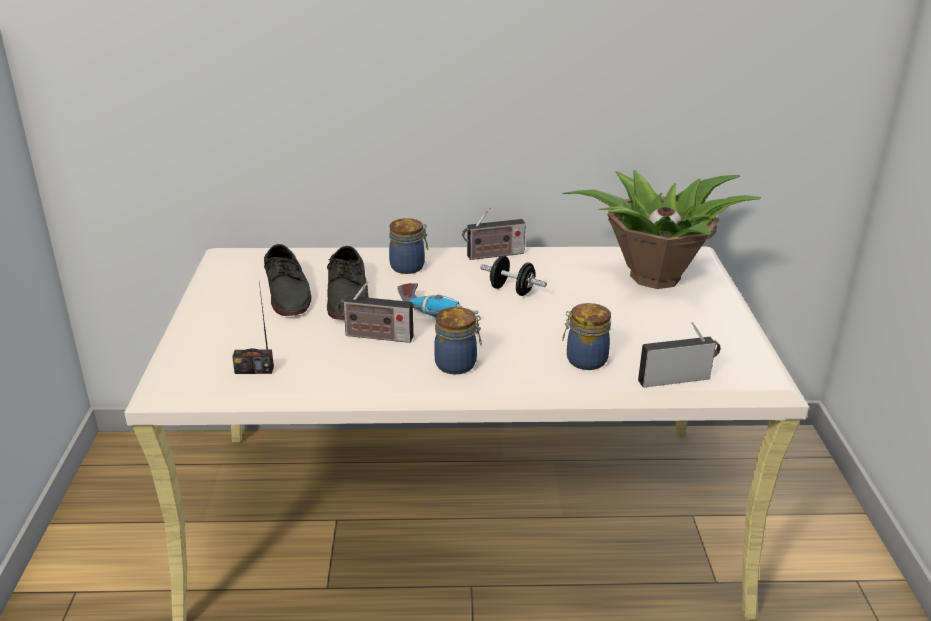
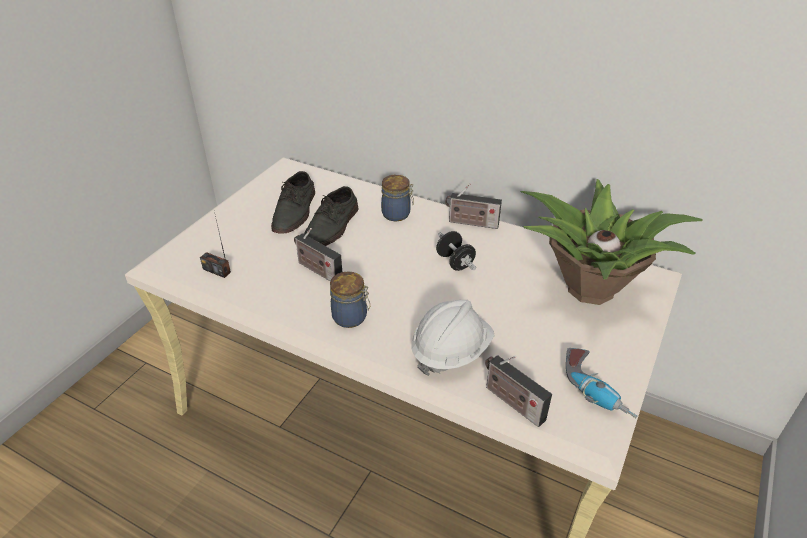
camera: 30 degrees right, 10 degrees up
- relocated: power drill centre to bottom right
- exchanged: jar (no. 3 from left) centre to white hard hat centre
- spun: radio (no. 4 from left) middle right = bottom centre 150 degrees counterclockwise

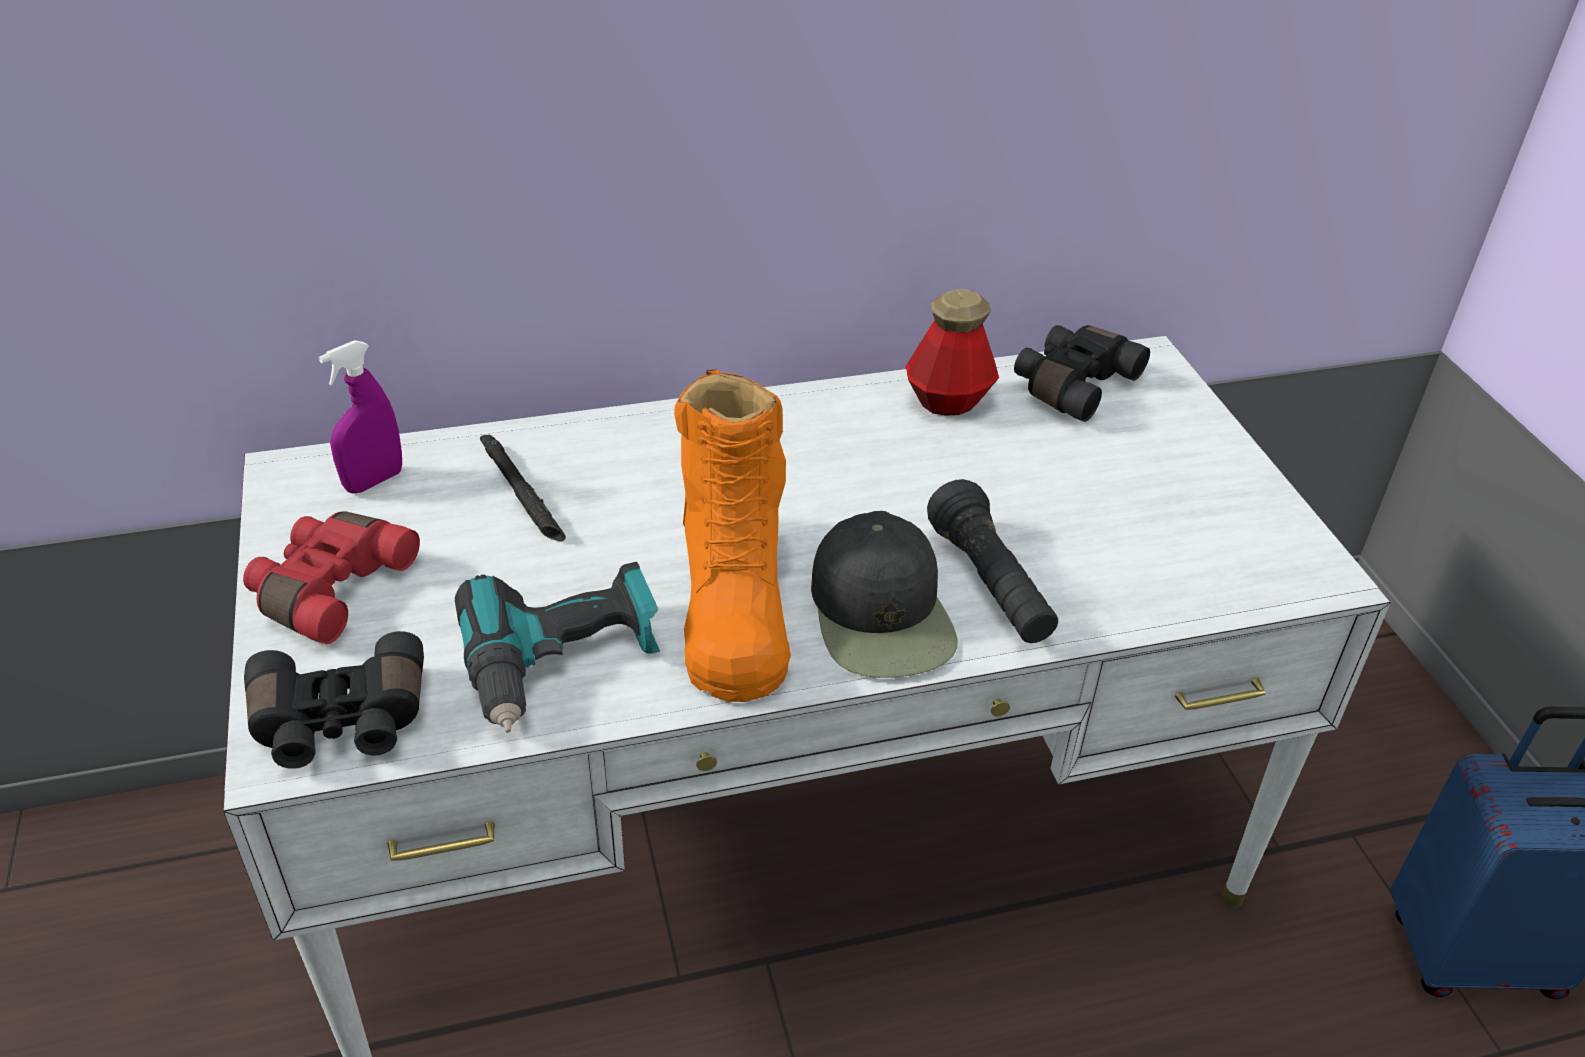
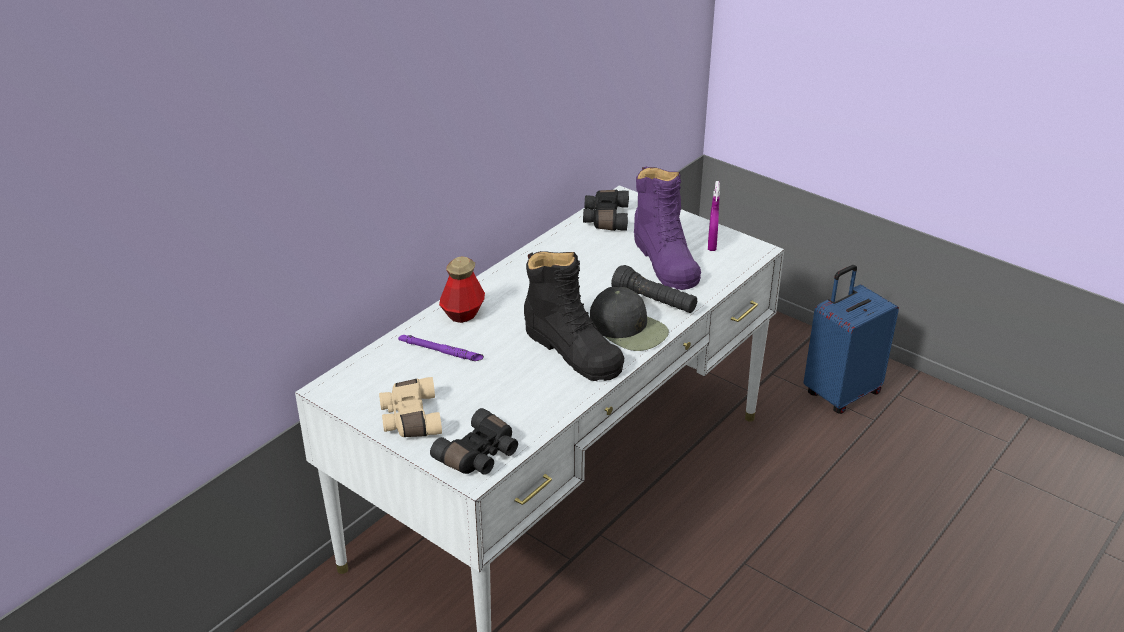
camera: 35 degrees left, 5 degrees down
- relocated: bottle top centre to centre
- relocated: purple spray bottle middle left to centre
- colour: orange boot centre to black boot centre
- colour: black flashlight (no. 1 from left) middle left to purple flashlight centre
- colour: red binoculars middle left to beige binoculars centre
- missing: power drill centre
- appeared: purple boot centre

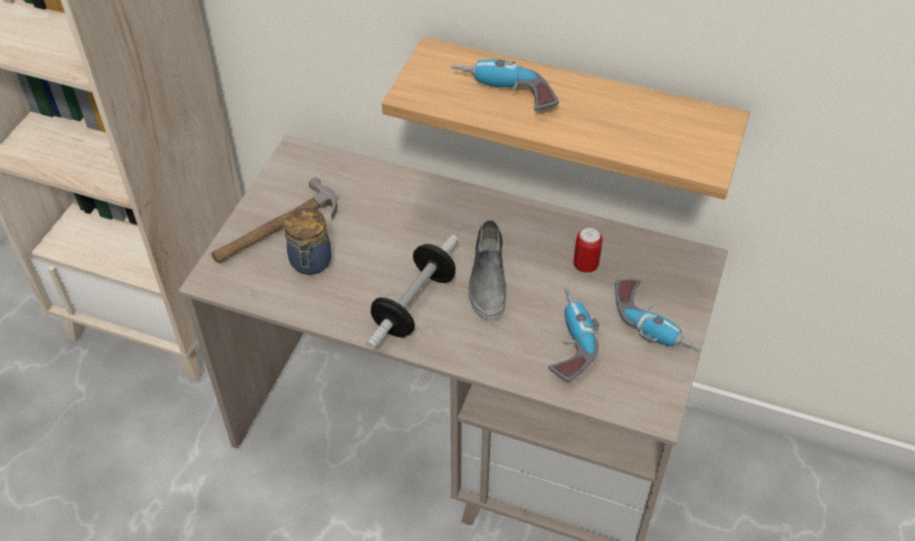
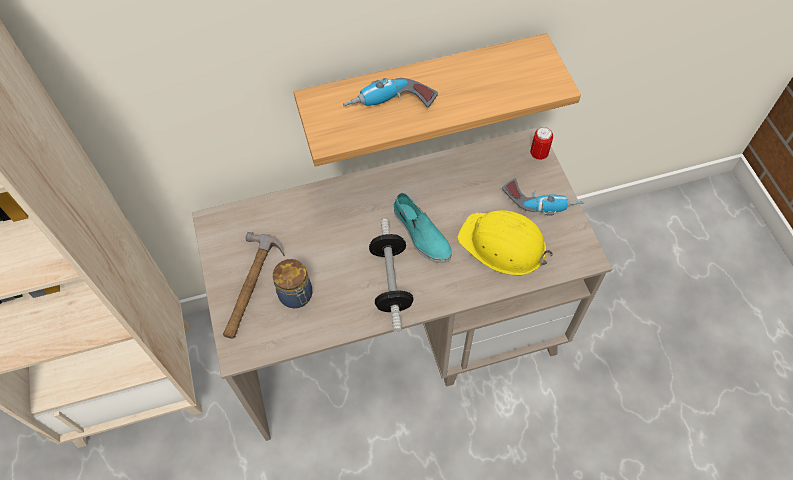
camera: 35 degrees left, 10 degrees up
- colour: grey shoe centre to turquoise shoe centre
- relocated: can centre to top right
- exchanged: power drill (no. 2 from left) centre to yellow hard hat centre

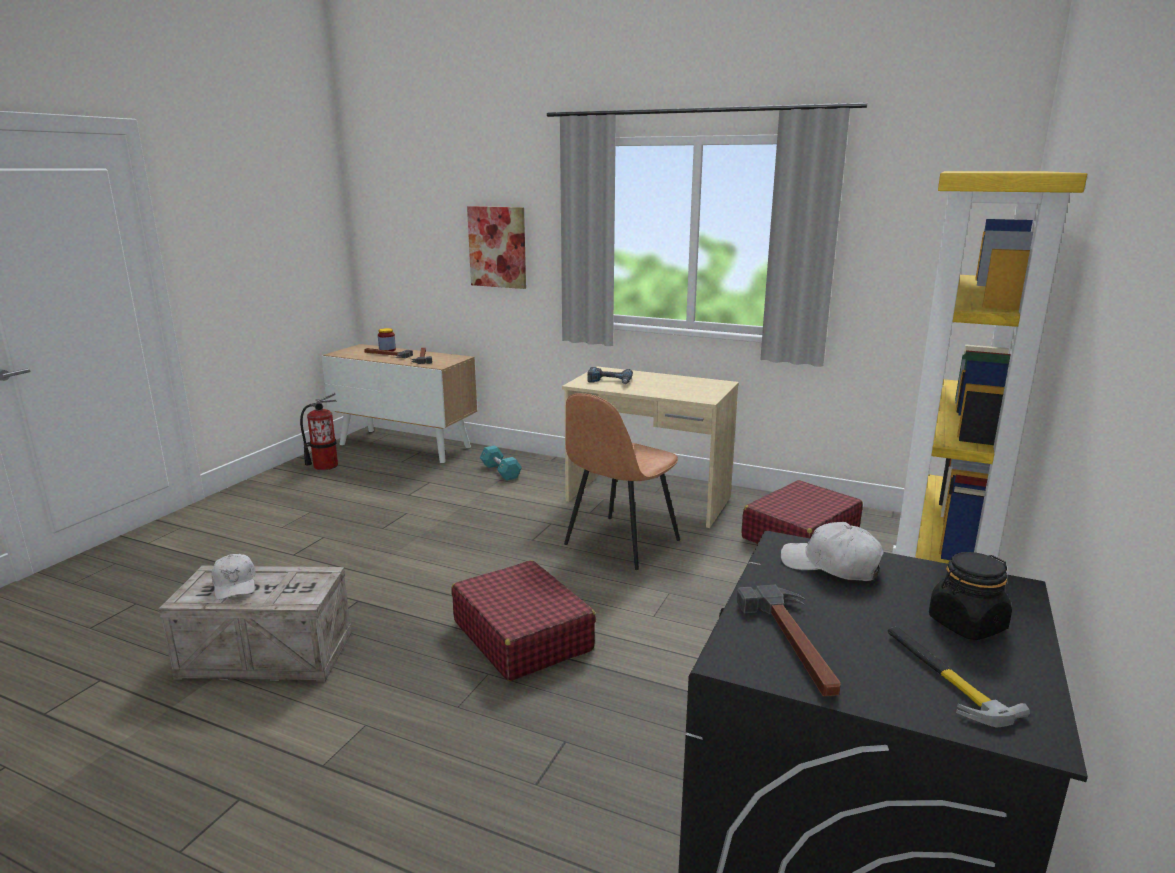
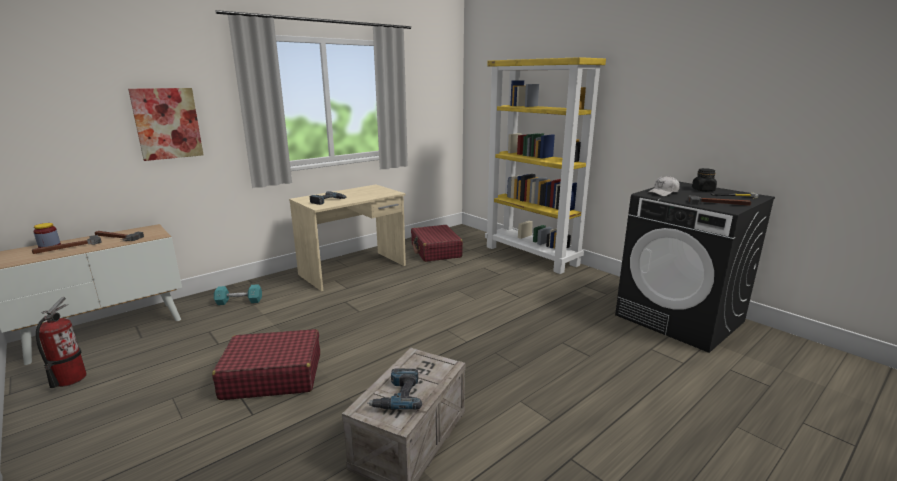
camera: 65 degrees left, 0 degrees up
- missing: brown chair centre
- exchanged: white cap (no. 1 from left) middle left to power drill (no. 2 from left) bottom centre
- relocated: red suitcase (no. 1 from left) bottom centre to bottom left

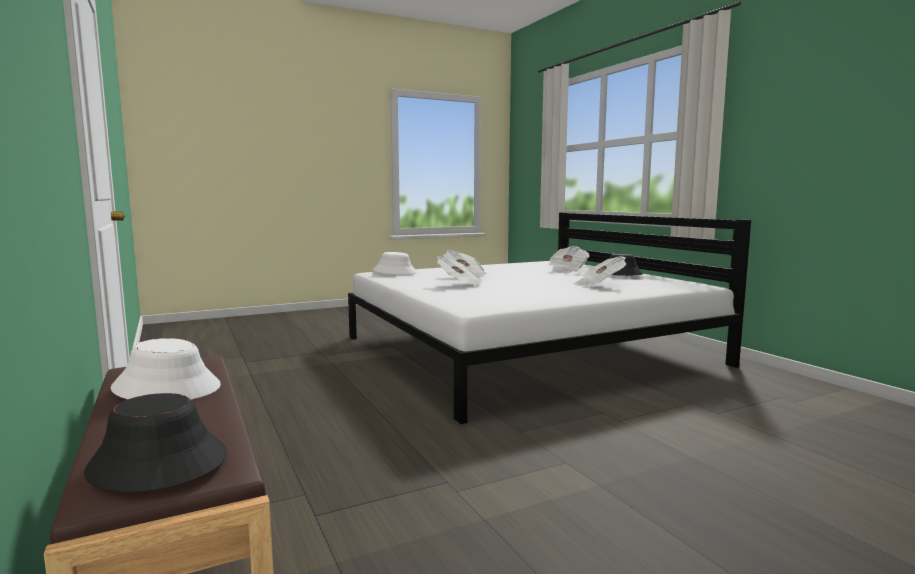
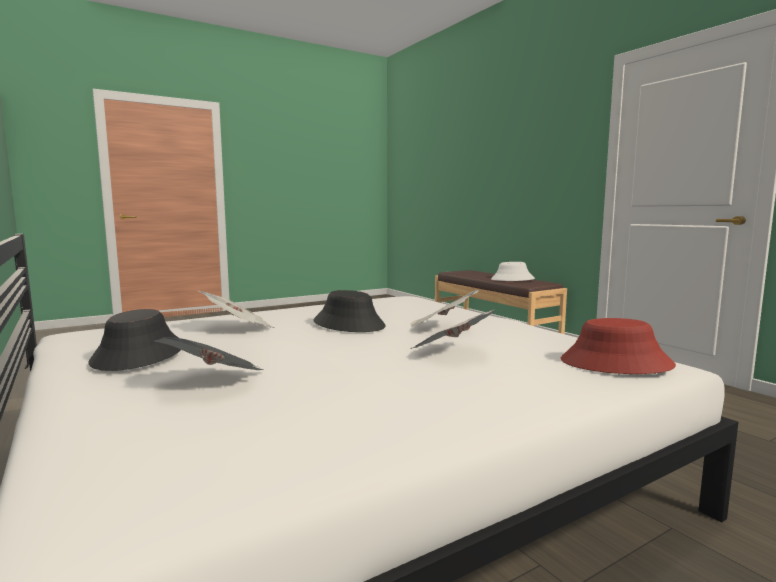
camera: 175 degrees right, 0 degrees up
- colour: white hat (no. 2 from left) centre to red hat middle right
- relocated: black hat (no. 1 from left in the first image) bottom left to black hat (no. 2 from left) centre

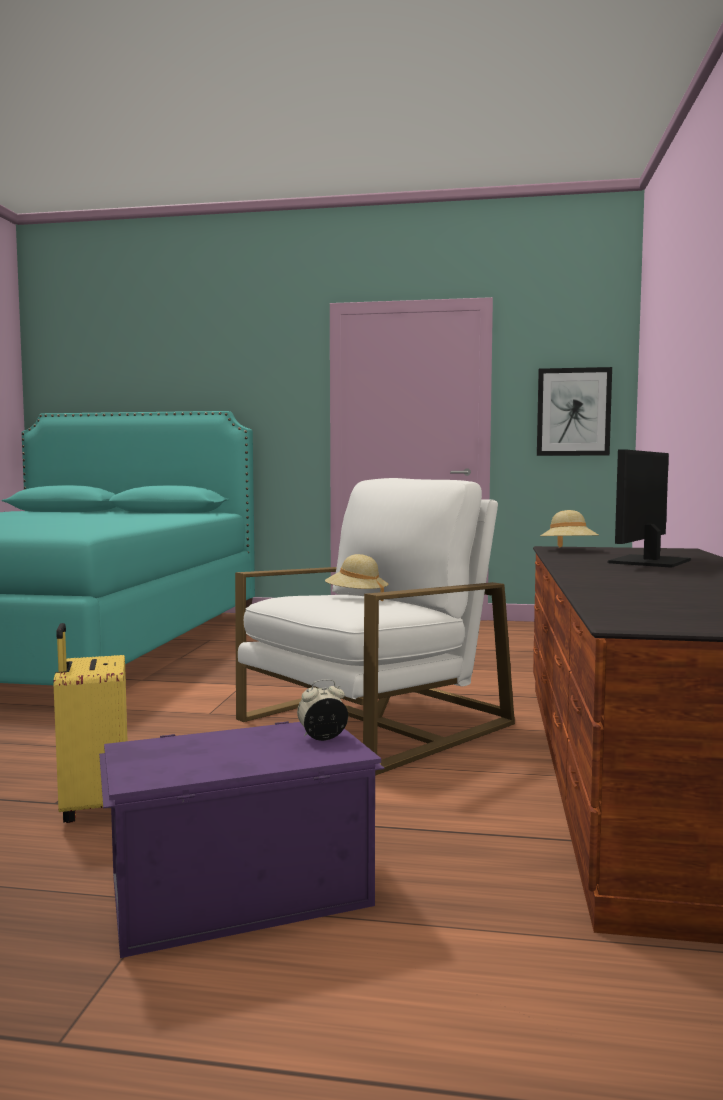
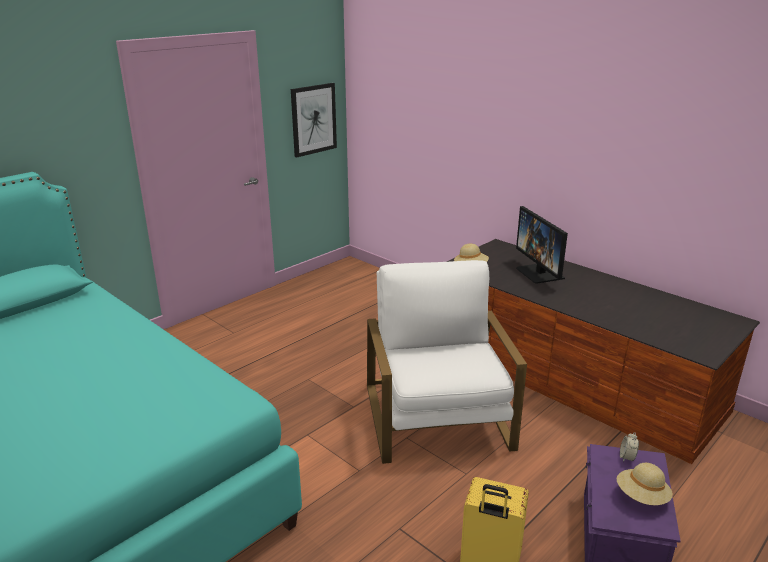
camera: 55 degrees left, 20 degrees up
- relocated: beige hat (no. 1 from left in the first image) centre to beige hat (no. 2 from left) bottom right

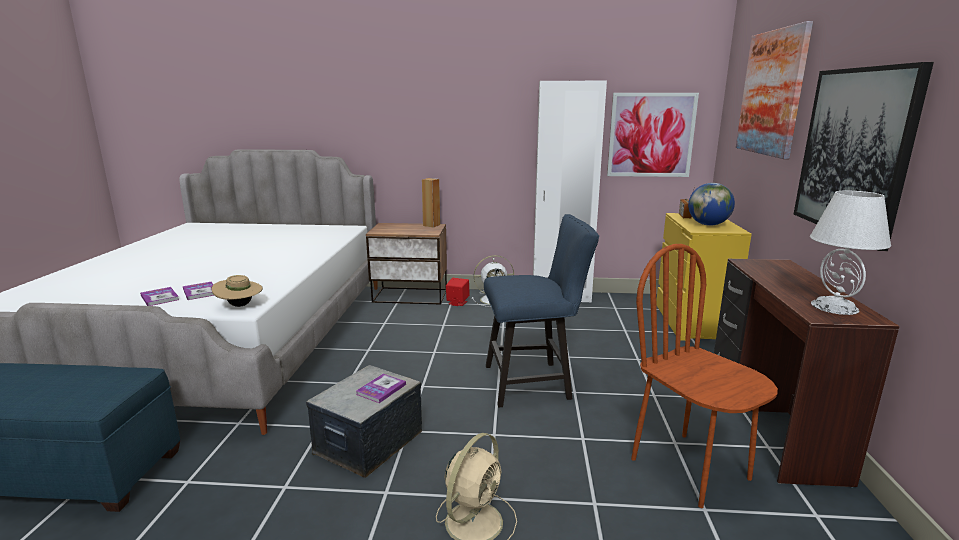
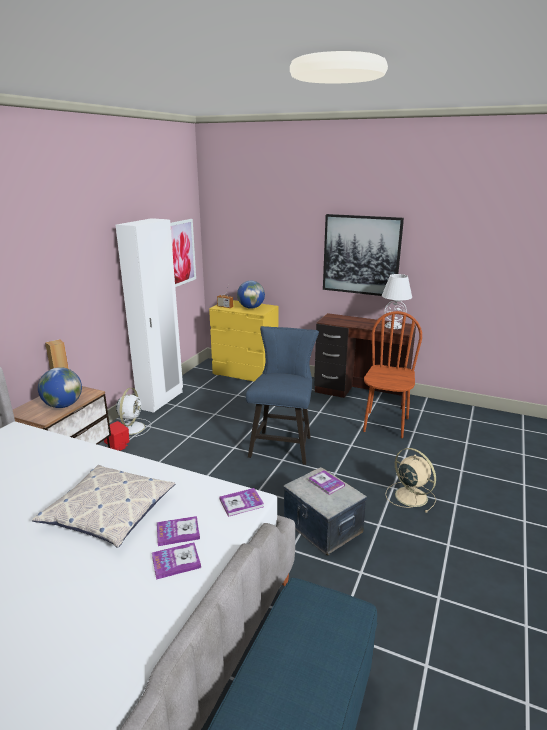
camera: 70 degrees left, 5 degrees up
- missing: picture (no. 2 from left) top right
- spun: brown chair bottom right = middle right 120 degrees clockwise
- exchanged: beige hat middle left to book (no. 3 from left) bottom centre
- appeared: globe (no. 1 from left) middle left
- appeared: pillow bottom left

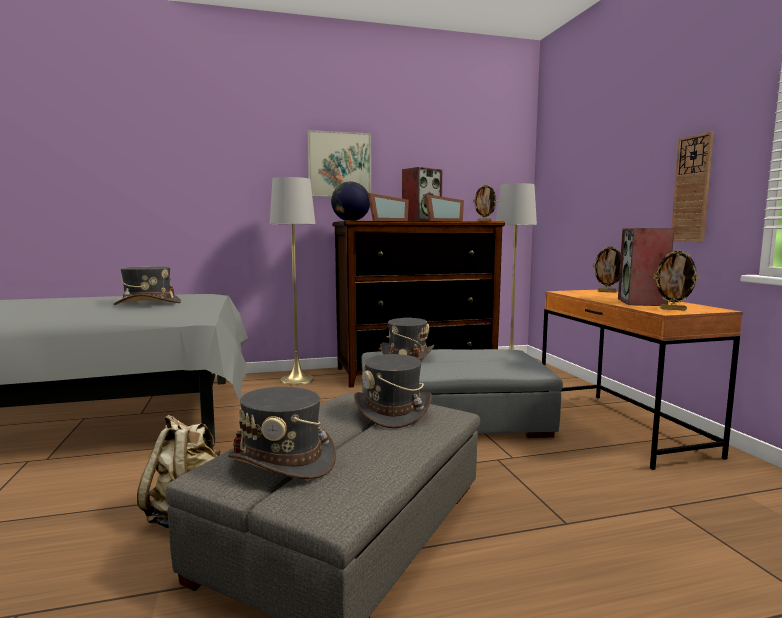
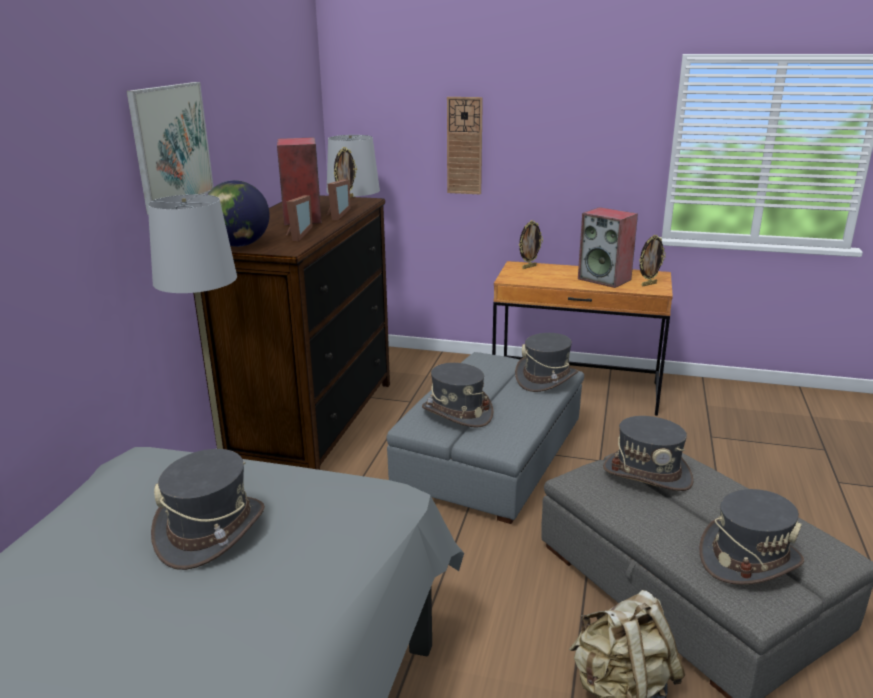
camera: 60 degrees left, 15 degrees up
- relocated: wall clock top right to top centre
- appeared: grey hat (no. 3 from left) centre

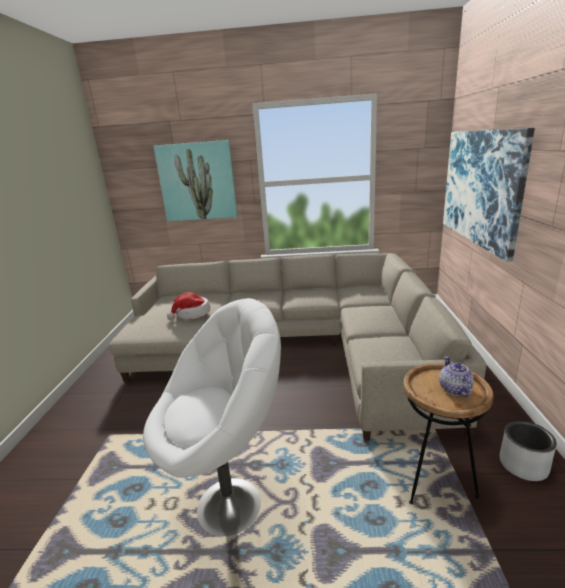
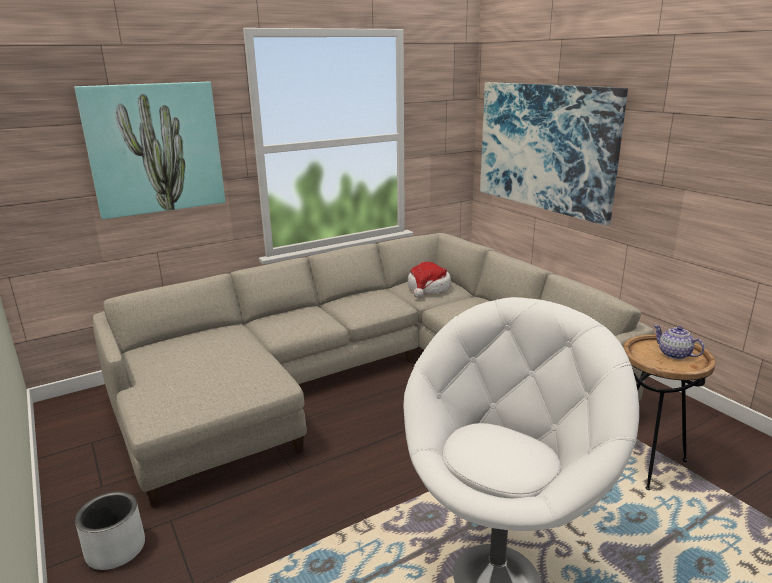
camera: 35 degrees left, 0 degrees up
- relocated: hat middle left to centre
- relocated: grey planter bottom right to bottom left

